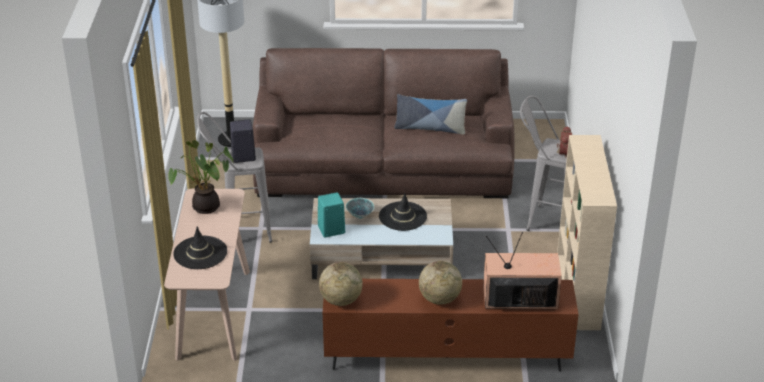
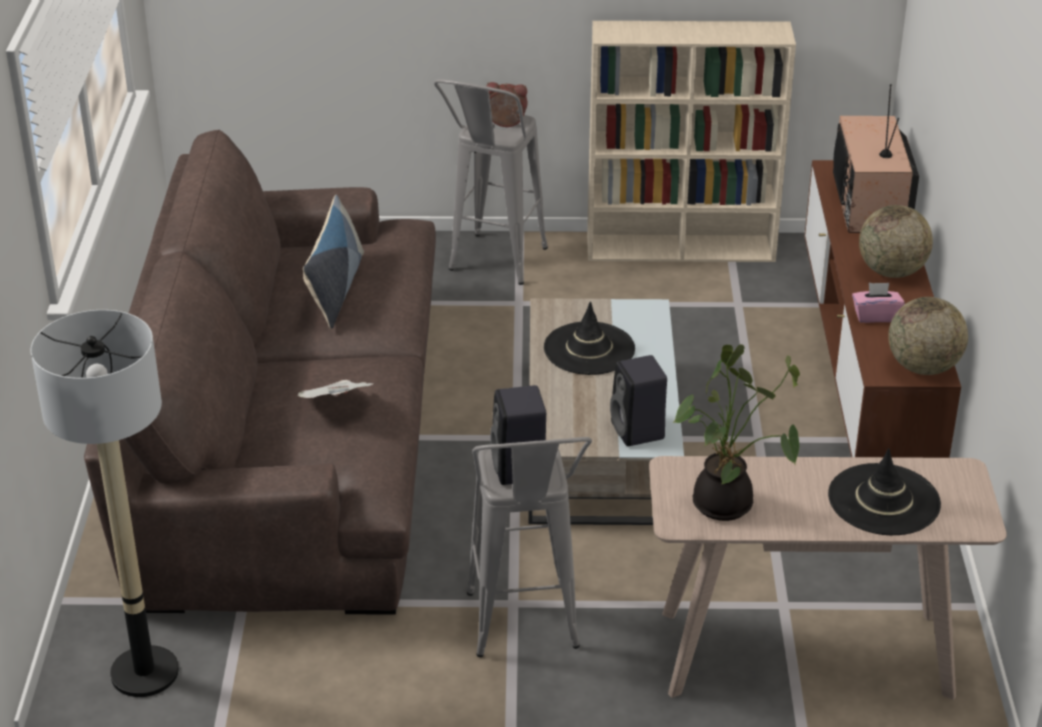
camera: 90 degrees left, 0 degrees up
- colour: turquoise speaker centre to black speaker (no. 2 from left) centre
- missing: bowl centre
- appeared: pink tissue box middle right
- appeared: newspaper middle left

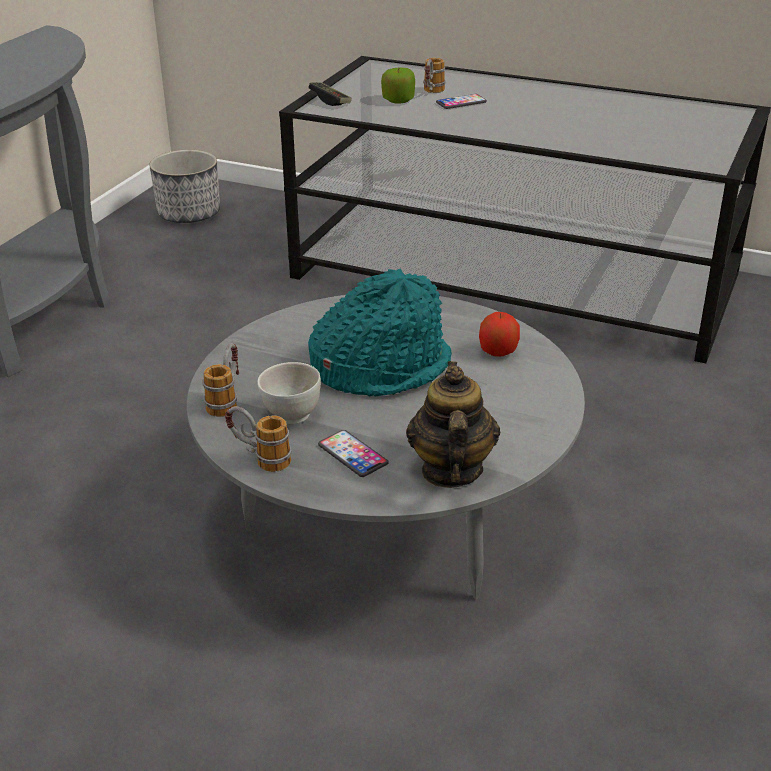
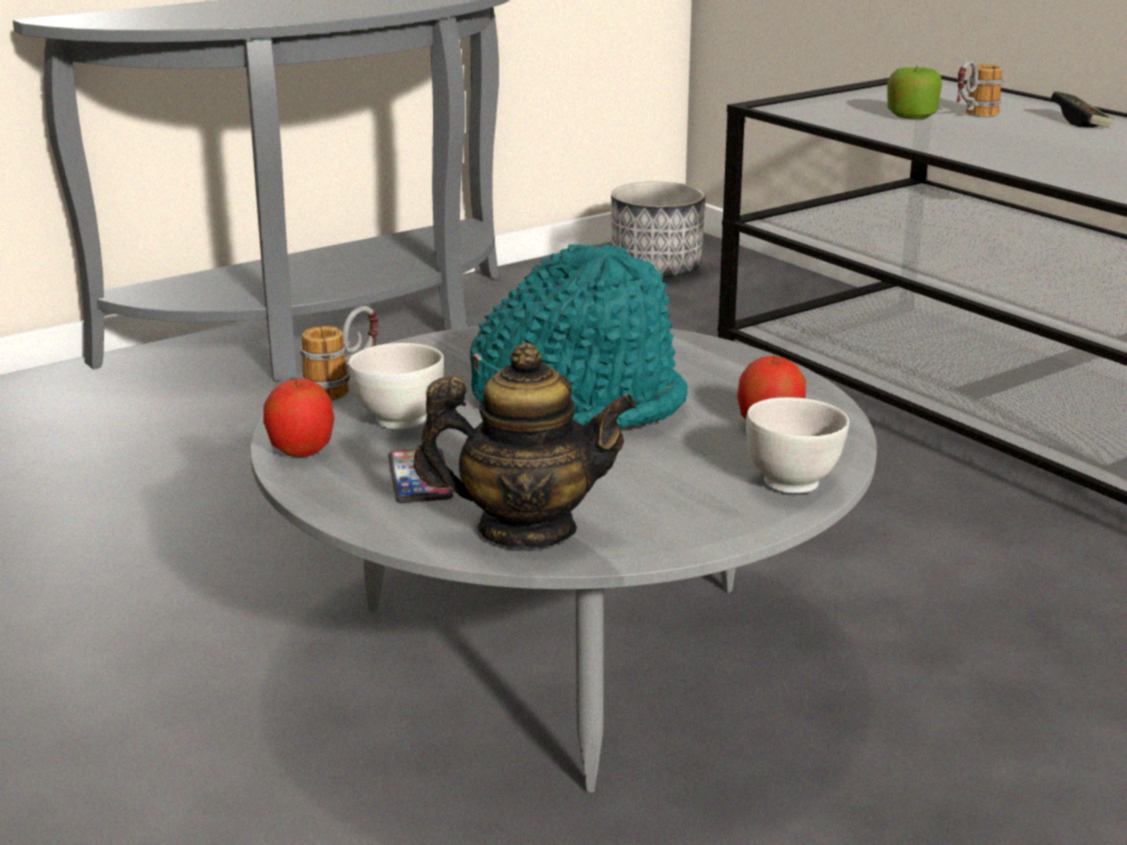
camera: 30 degrees right, 10 degrees down
- relocated: game controller top centre to top right
- missing: phone (no. 2 from left) top centre
- spun: teapot centre = centre 60 degrees clockwise
- exchanged: mug (no. 2 from left) centre to apple (no. 1 from left) middle left
- appeared: white bowl (no. 2 from left) middle right

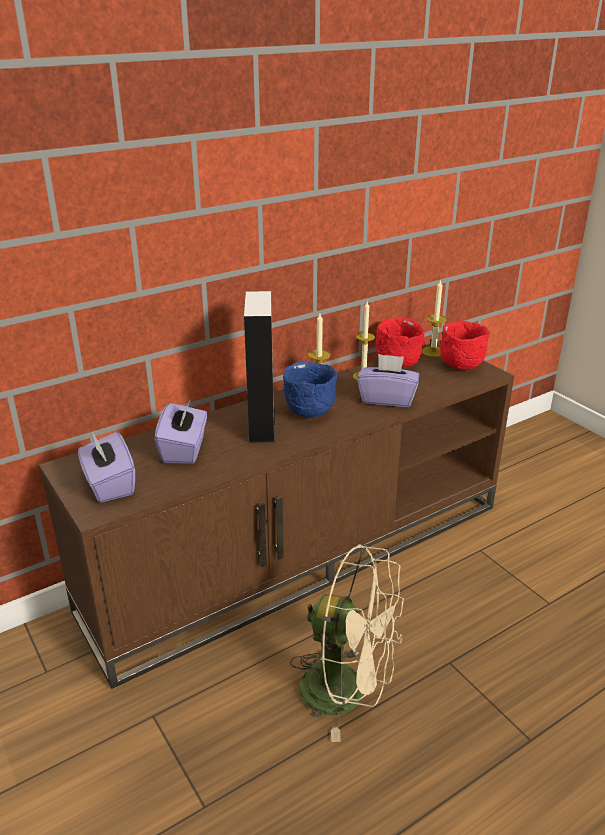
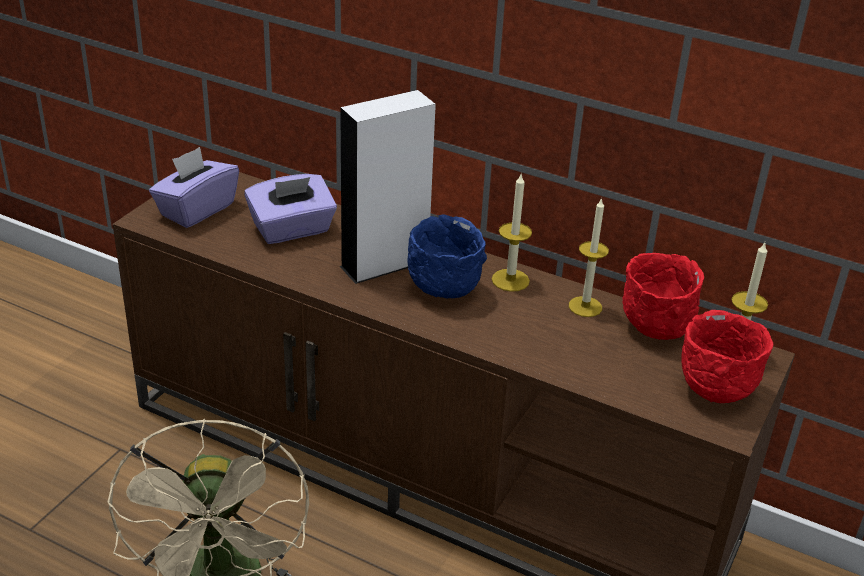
camera: 60 degrees right, 5 degrees up
- missing: purple tissue box (no. 3 from left) centre

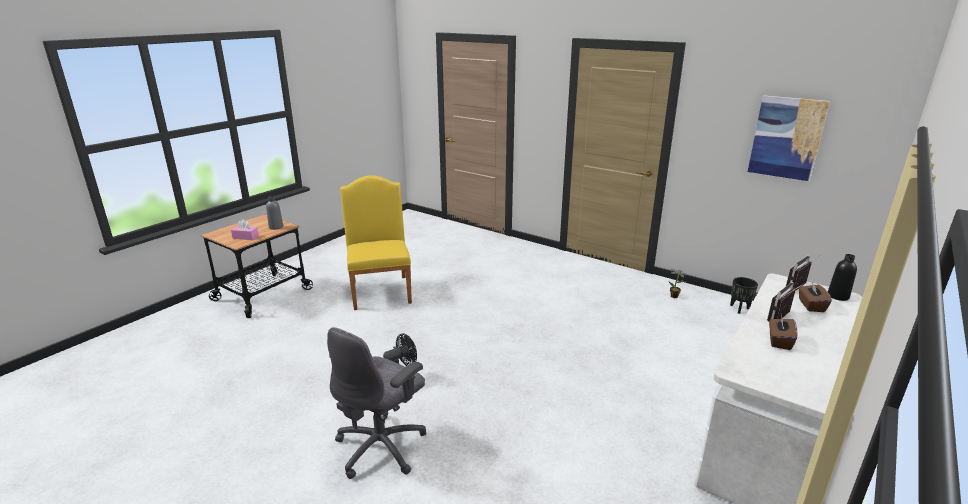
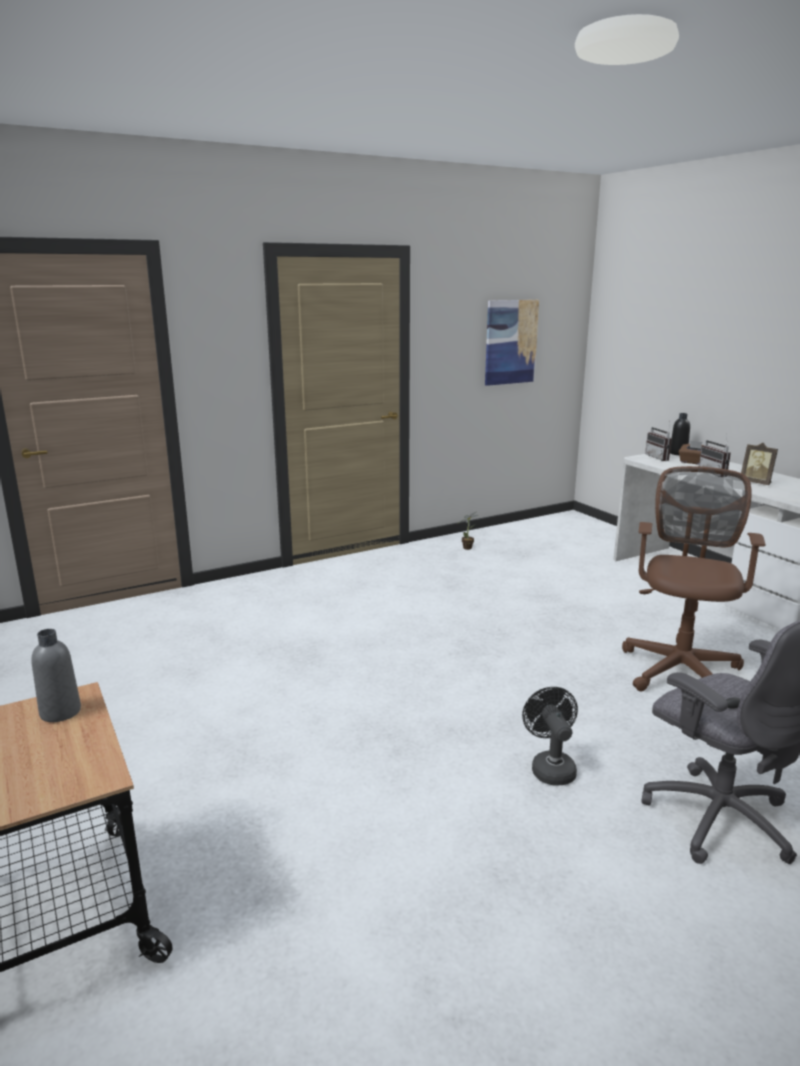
camera: 65 degrees left, 5 degrees down
- missing: yellow chair centre
- missing: pink tissue box middle left
- missing: black planter middle right
- exchanged: brown tissue box (no. 1 from left) middle right to picture frame middle right
- appeared: brown office chair middle right

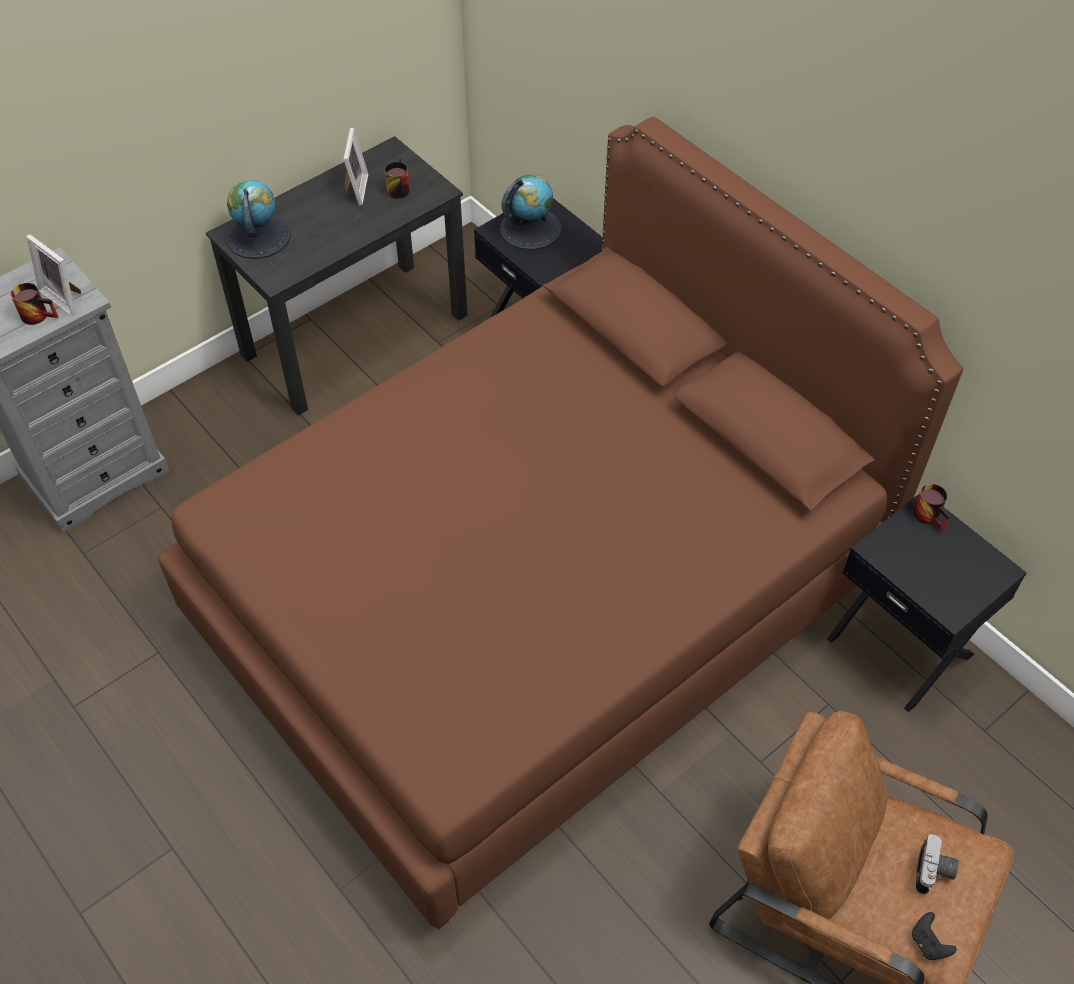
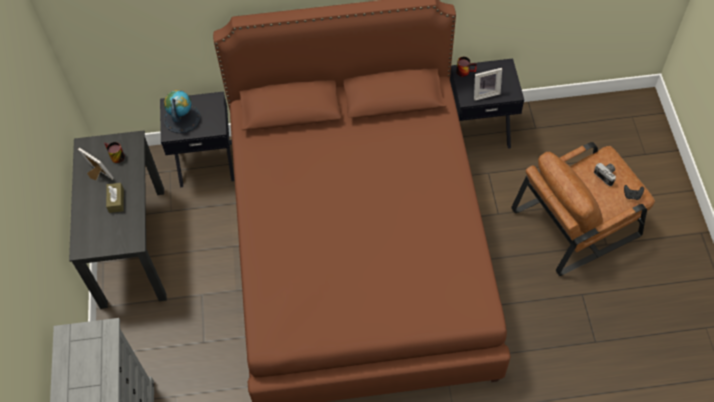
camera: 55 degrees left, 5 degrees up
- missing: globe (no. 1 from left) top left
- relocated: picture frame (no. 1 from left in the first image) top left to picture frame (no. 2 from left) top right
- missing: mug (no. 1 from left) top left
- appeared: brown tissue box middle left

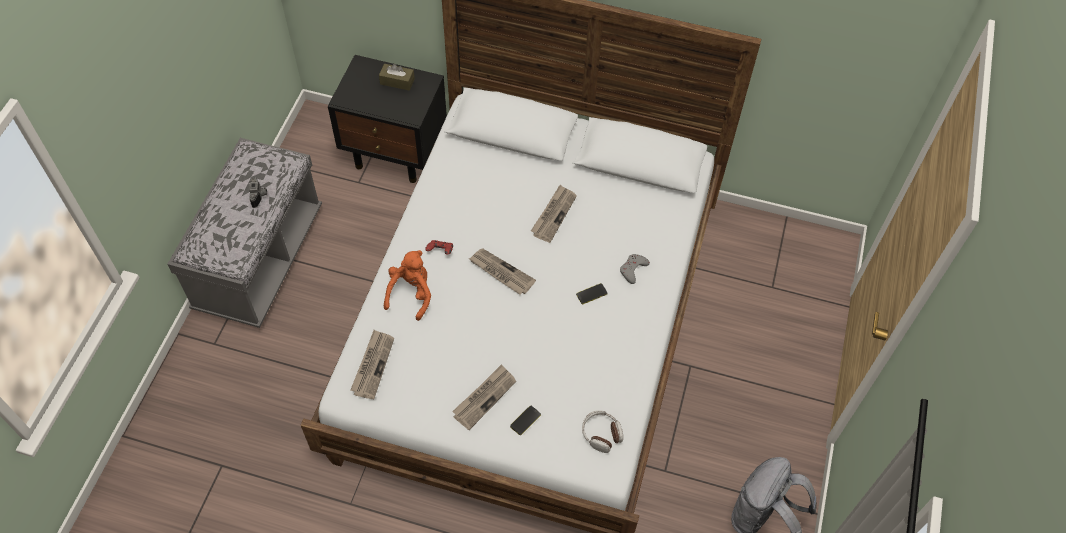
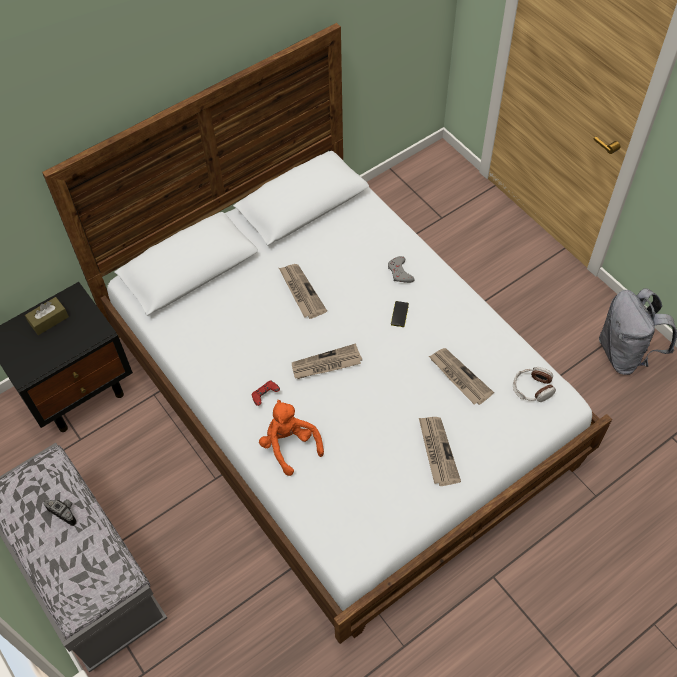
camera: 50 degrees left, 0 degrees up
- relocated: newspaper (no. 1 from left in the first image) bottom centre to newspaper (no. 4 from left) middle right
- missing: phone (no. 1 from left) bottom centre

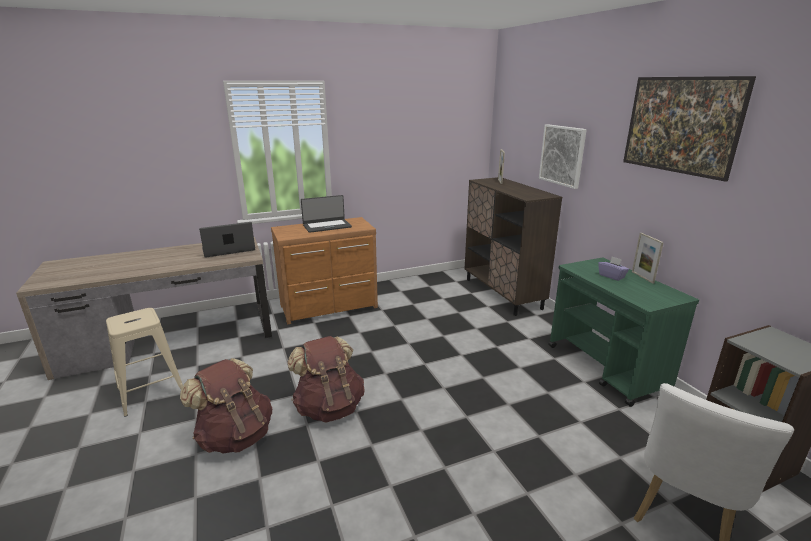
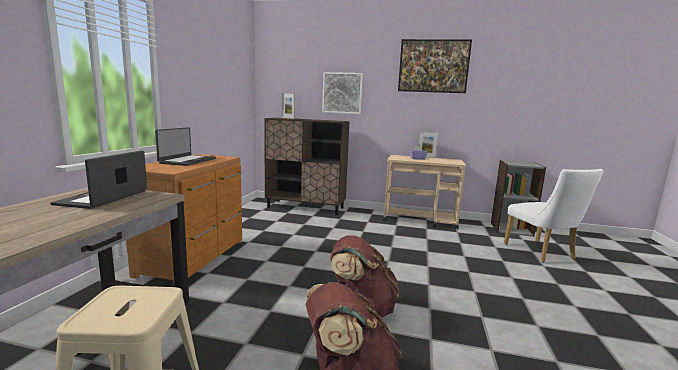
camera: 55 degrees left, 10 degrees down
- colour: green cart middle right to beige cart centre

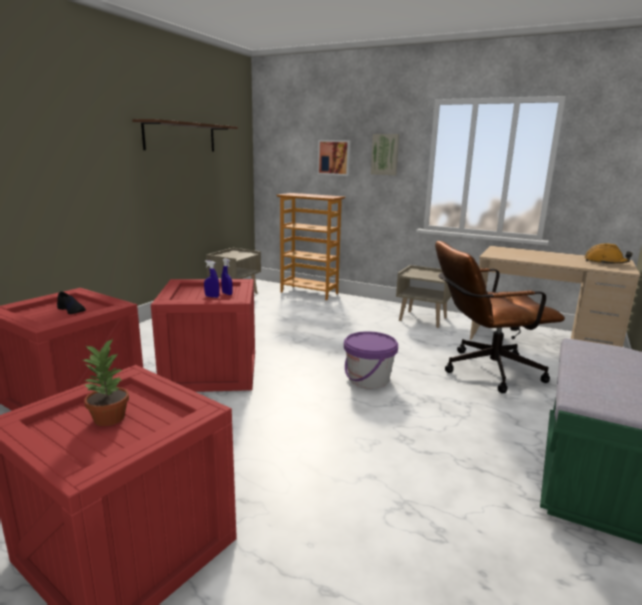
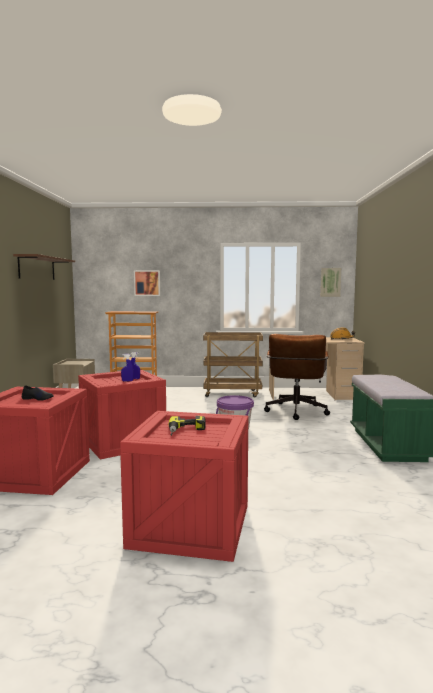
camera: 25 degrees left, 10 degrees down
- relocated: picture (no. 2 from left) top centre to middle right
- spun: brown office chair middle right = middle right 45 degrees counterclockwise
- exchanged: beige nightstand (no. 2 from left) centre to brown cart centre
- exchanged: potted plant middle left to power drill centre

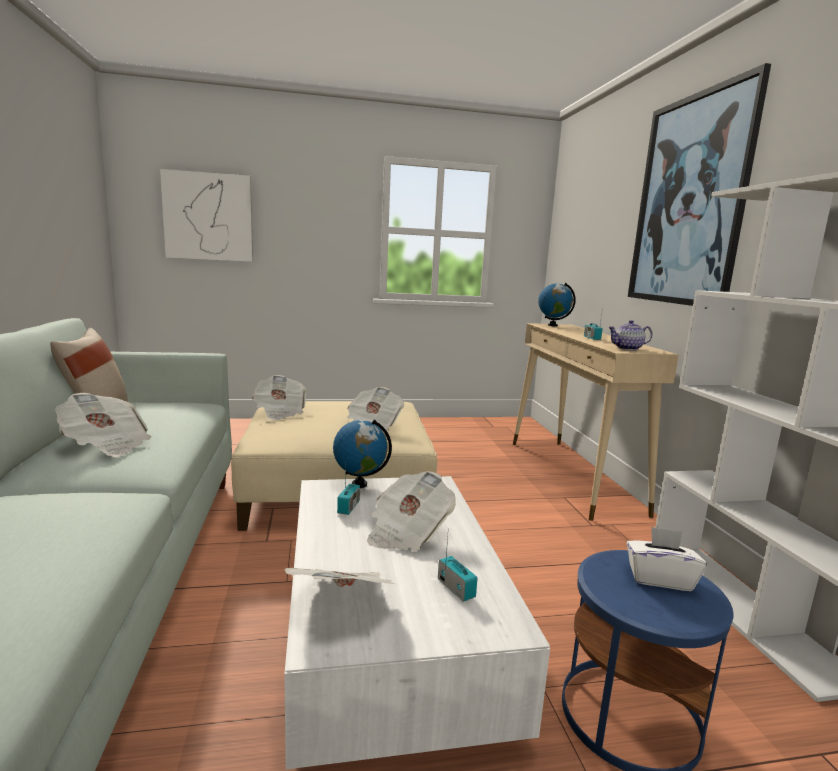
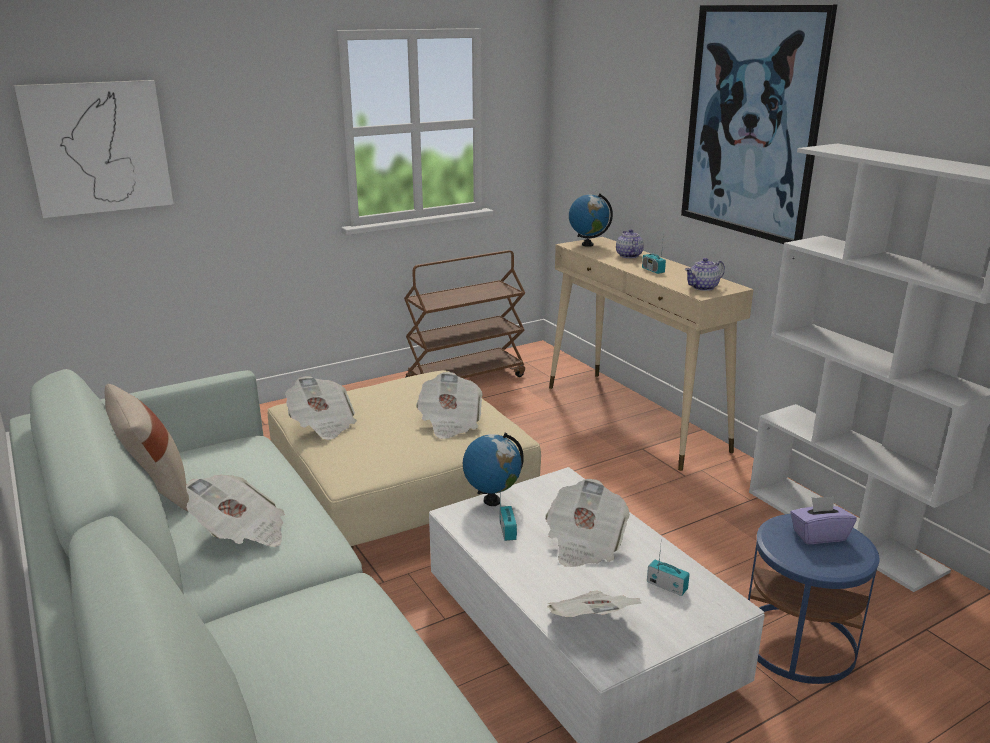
camera: 20 degrees left, 10 degrees up
- colour: white tissue box bottom right to purple tissue box bottom right
- appeared: teapot (no. 1 from left) top centre
- appeared: brown cart centre

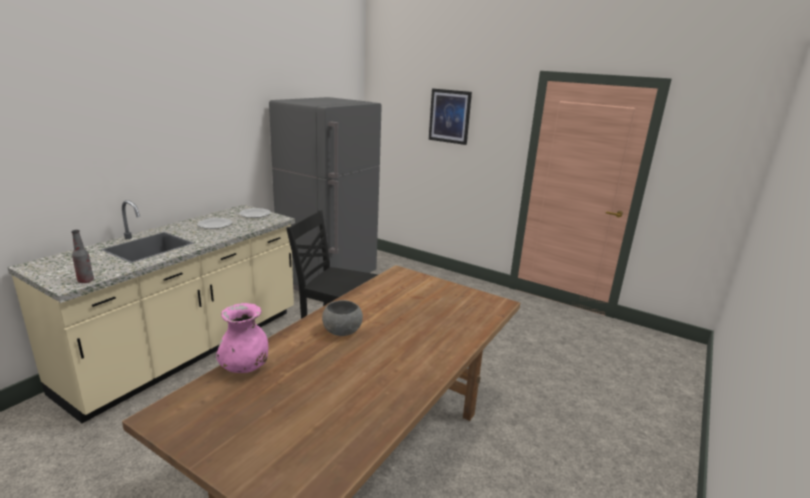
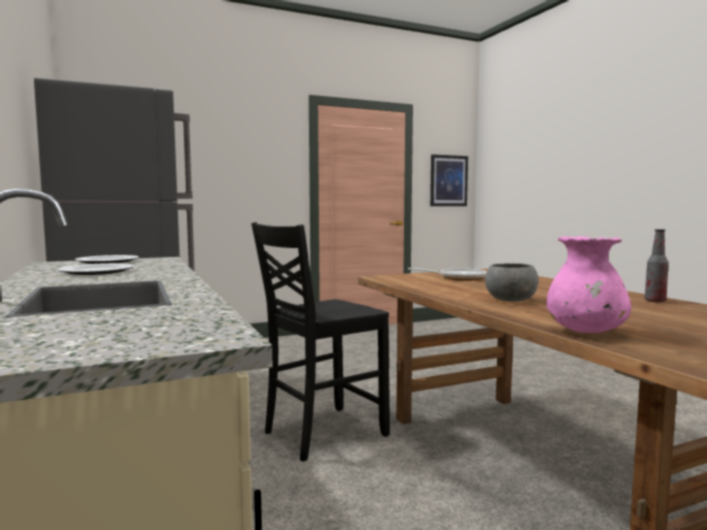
camera: 55 degrees left, 15 degrees down
- relocated: picture top centre to centre
- relocated: bottle middle left to middle right
- appeared: frying pan centre

